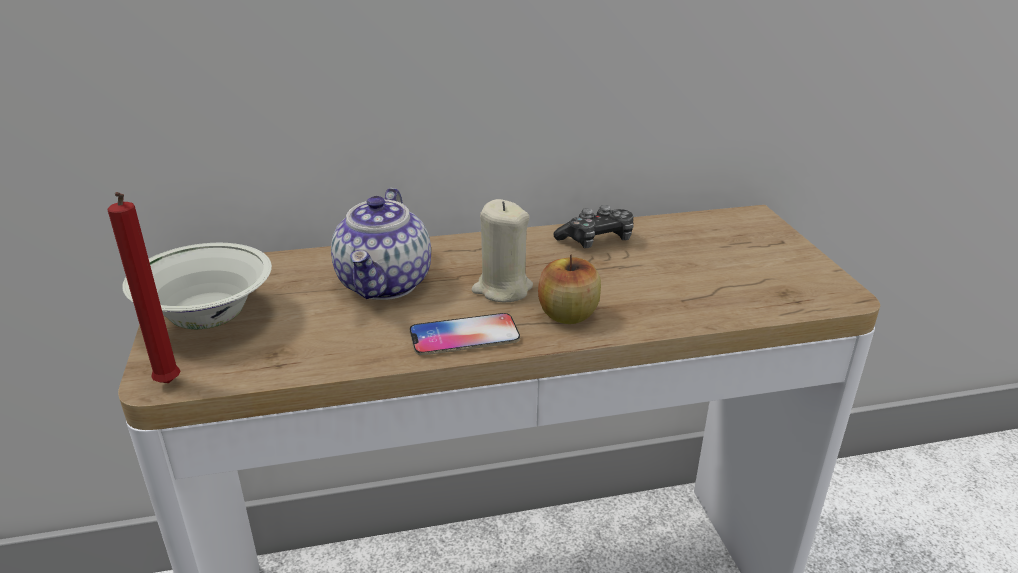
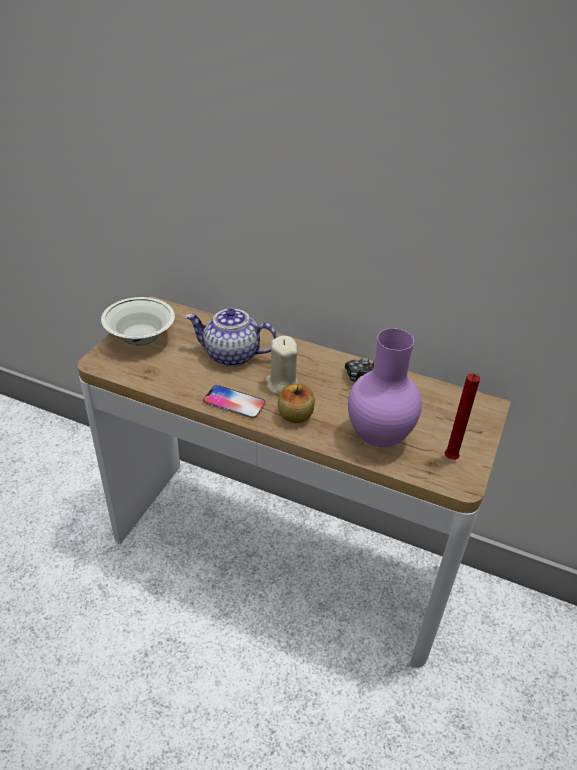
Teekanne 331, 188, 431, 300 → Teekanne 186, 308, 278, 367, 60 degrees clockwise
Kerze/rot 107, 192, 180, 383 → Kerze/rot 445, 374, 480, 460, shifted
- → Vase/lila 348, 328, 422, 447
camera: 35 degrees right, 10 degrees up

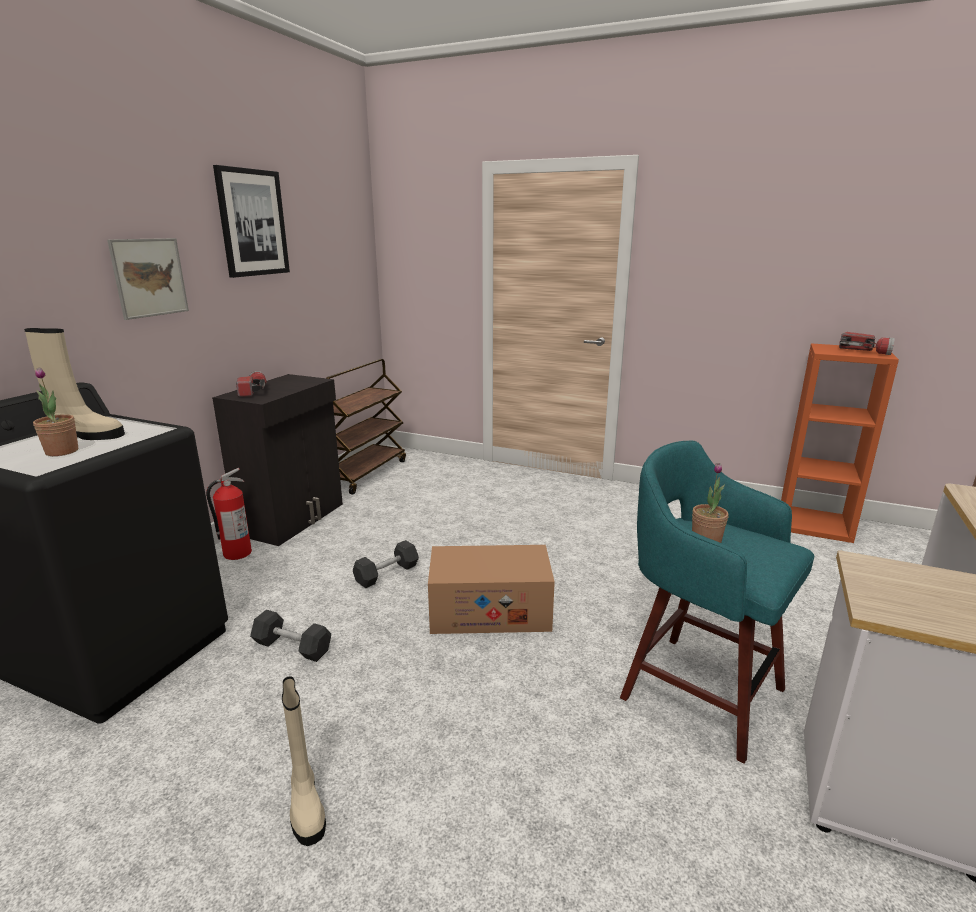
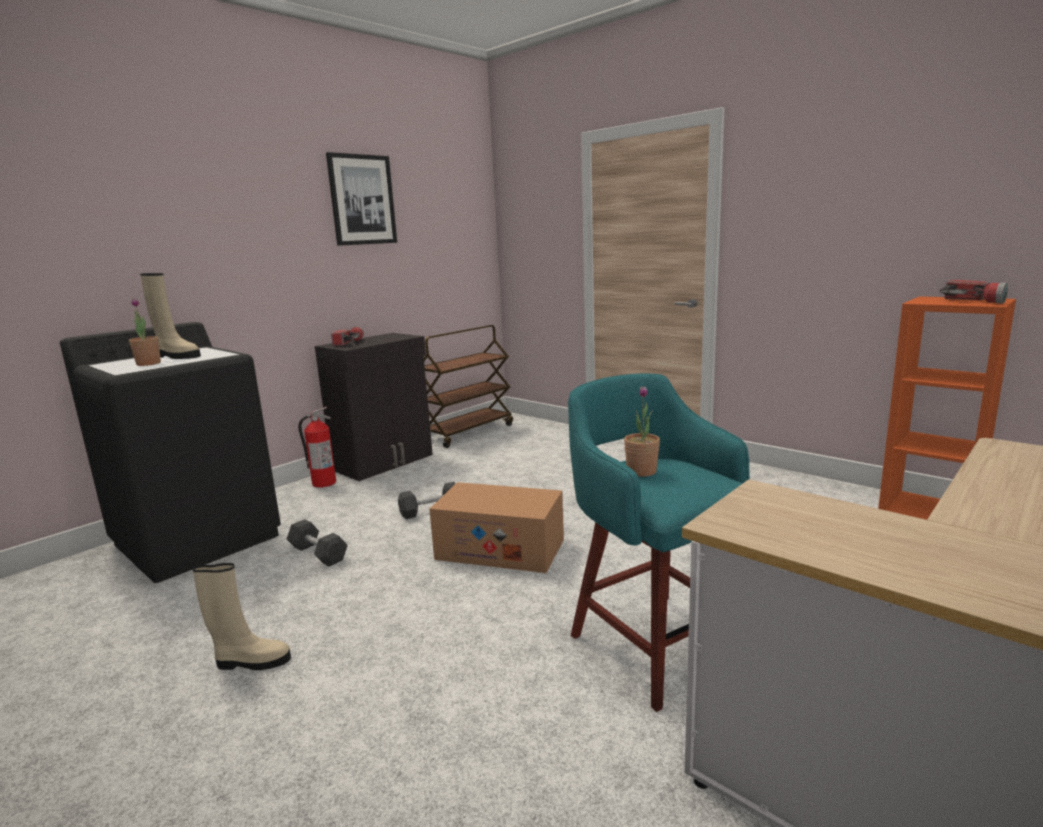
Bild 107, 238, 189, 320 → -
Stiefel/beige 282, 676, 326, 846 → Stiefel/beige 193, 563, 291, 670, 90 degrees counterclockwise
camera: 20 degrees right, 5 degrees down

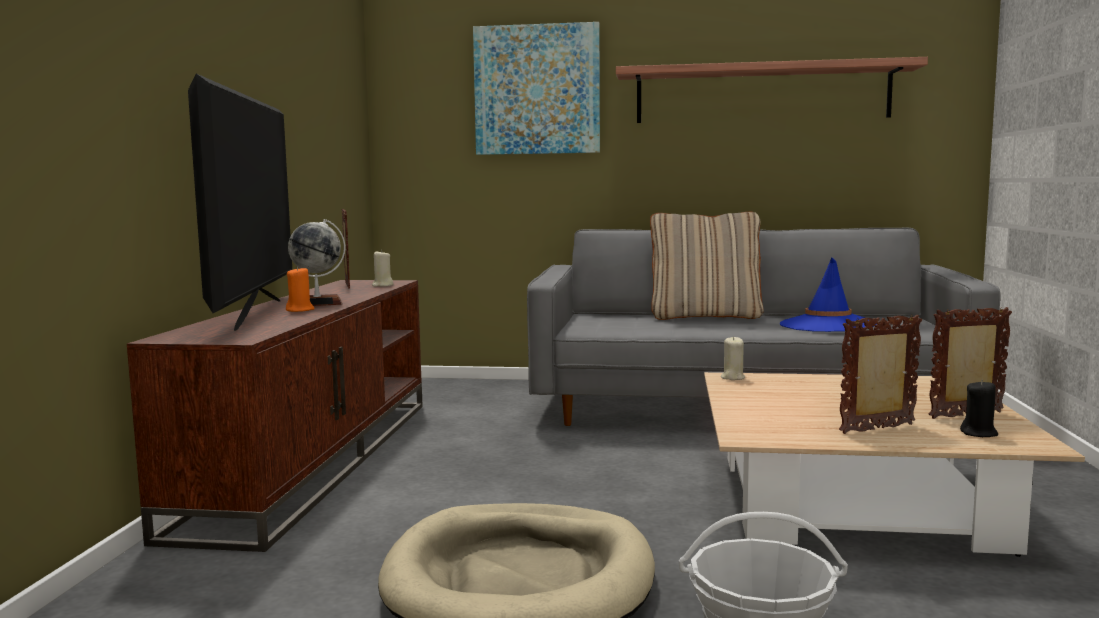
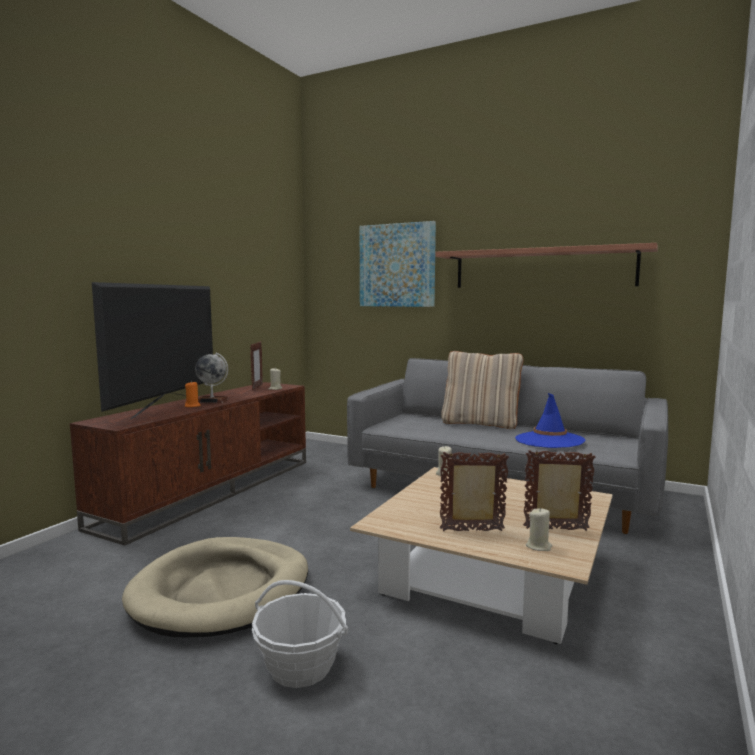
Kerze/schwarz 960, 380, 998, 437 → Kerze/beige 526, 508, 552, 551
camera: 20 degrees right, 0 degrees up

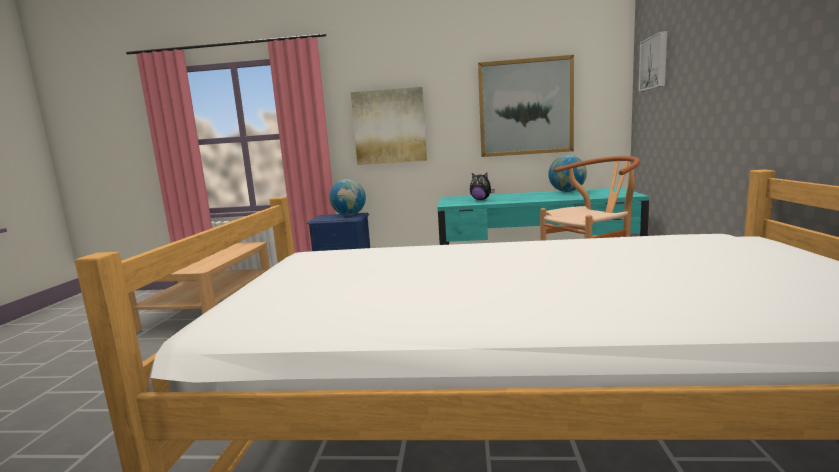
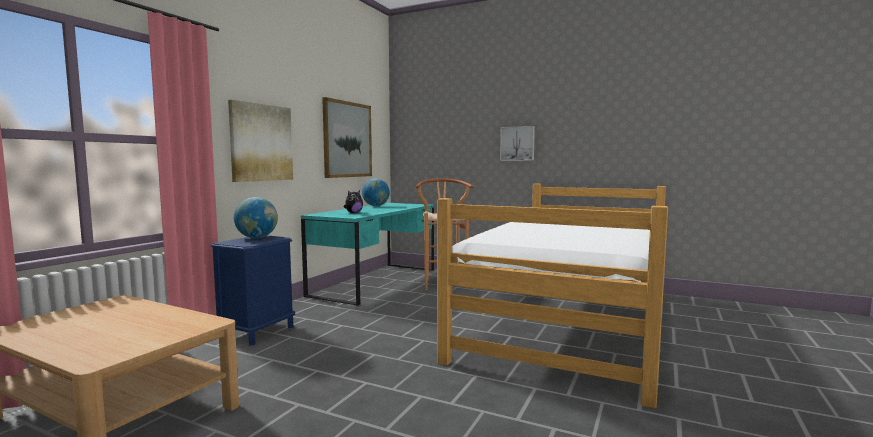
Bild 638, 31, 667, 92 → Bild 500, 126, 535, 161, shifted
camera: 70 degrees left, 5 degrees down

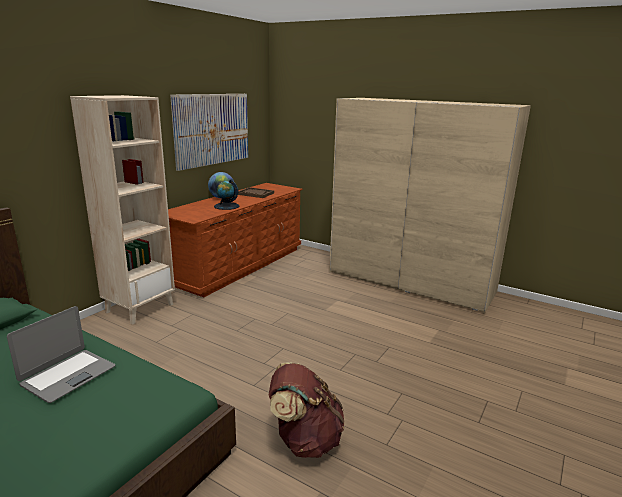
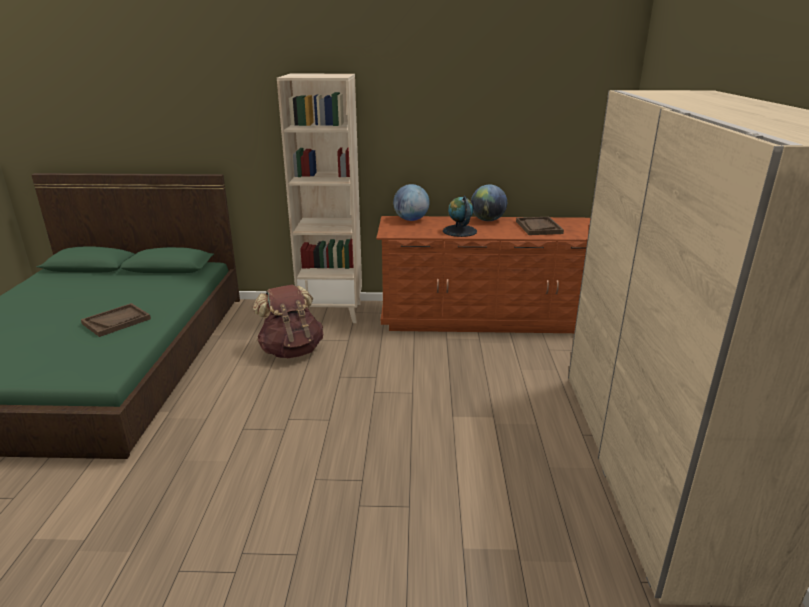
Bild 170, 94, 248, 171 → -
Laptop 7, 306, 116, 403 → Tablett/braun 81, 303, 151, 337
Rucksack/braun 269, 362, 344, 458 → Rucksack/braun 253, 285, 323, 358, shifted
- → Globus 393, 184, 430, 221
camera: 60 degrees right, 5 degrees up

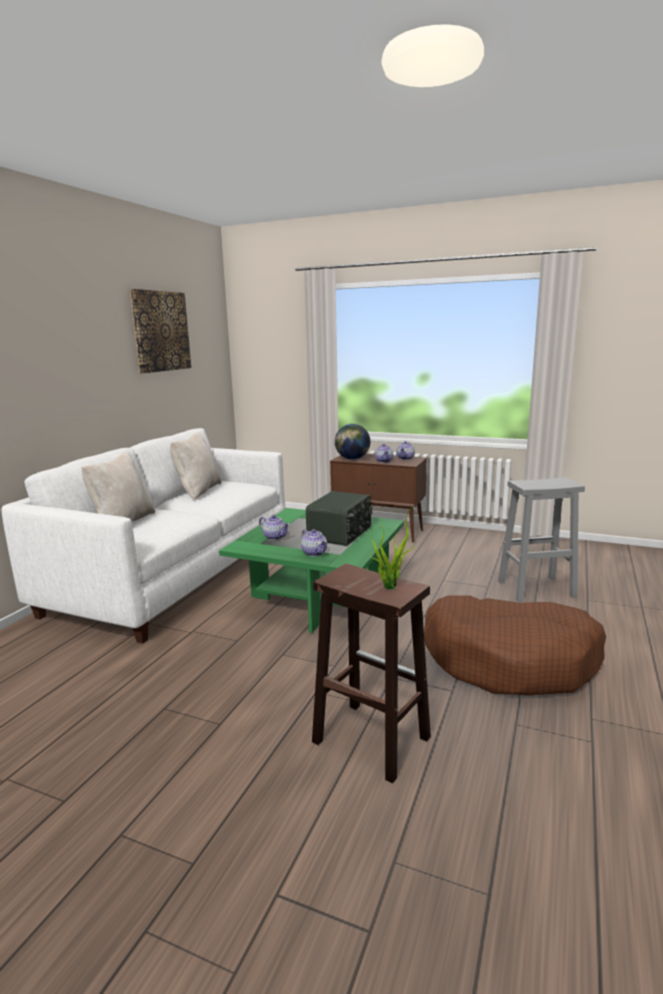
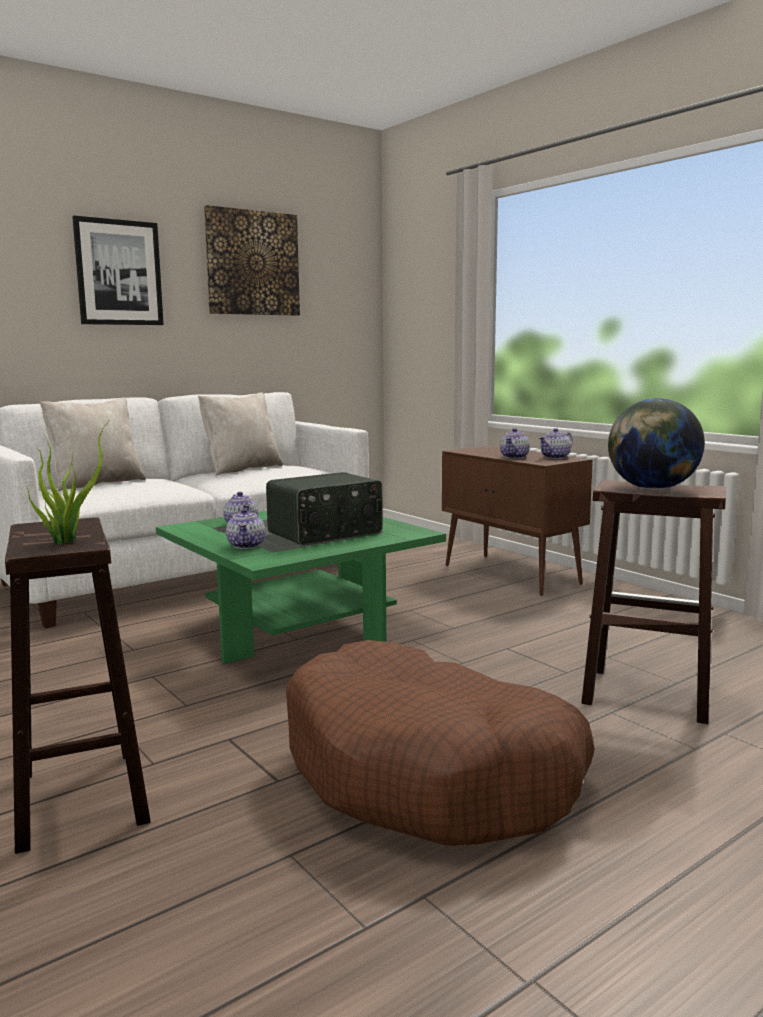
Globus 335, 424, 370, 460 → Globus 608, 398, 705, 490, shifted
Hocker/grau 498, 477, 585, 602 → Hocker/braun 581, 480, 726, 724
- → Bild 72, 216, 164, 325
camera: 30 degrees right, 5 degrees down

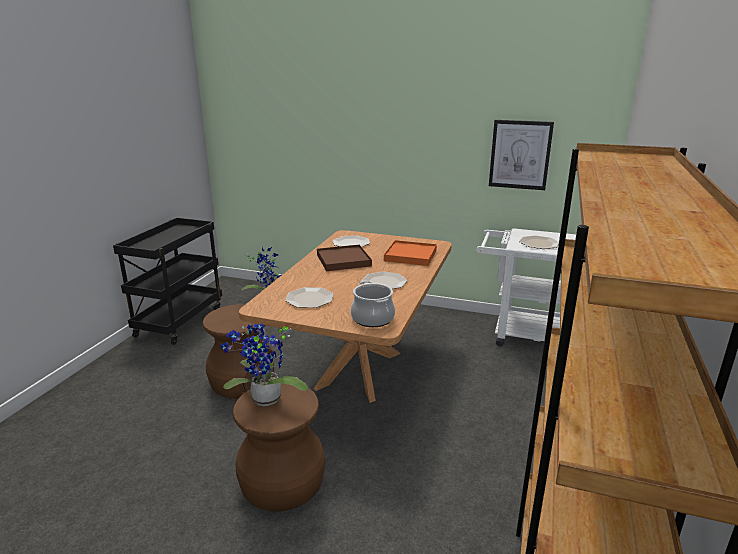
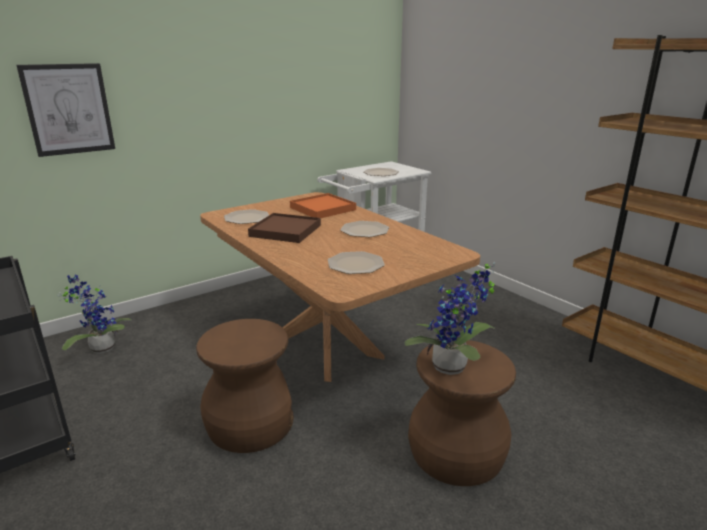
Bild 489, 120, 554, 190 → Bild 16, 63, 115, 157, shifted
Kochtopf 351, 281, 395, 327 → -
camera: 55 degrees left, 0 degrees up

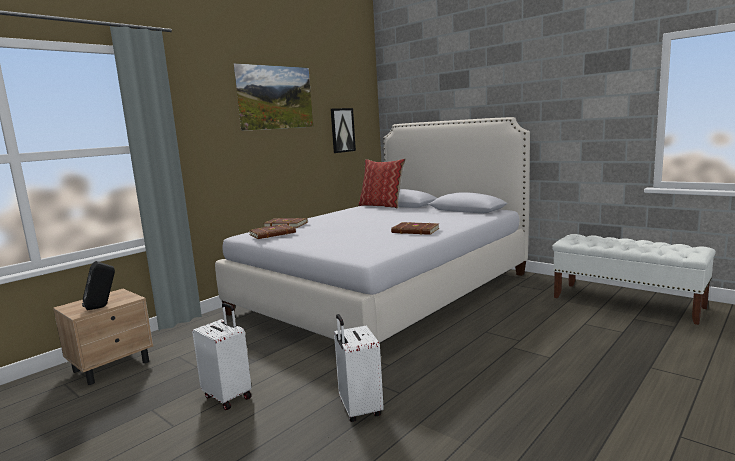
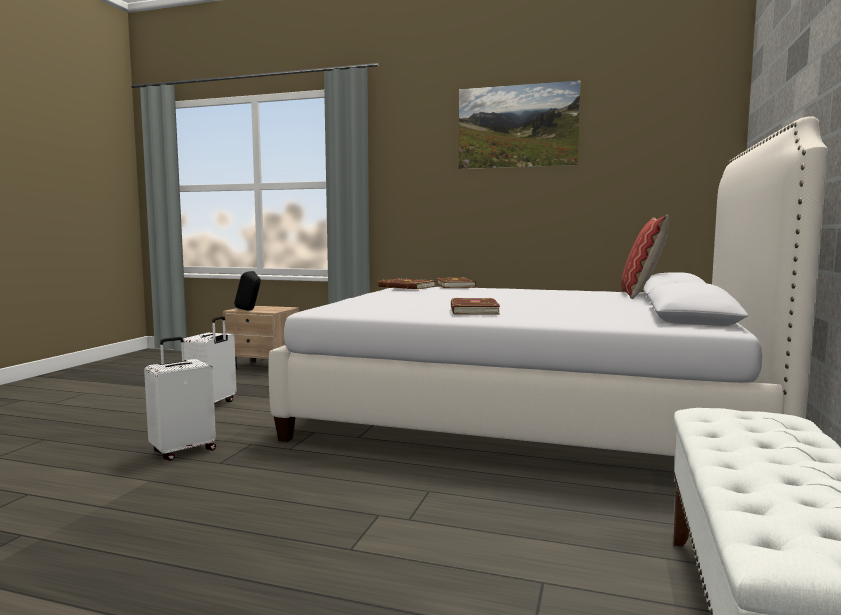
Bild 330, 108, 356, 153 → -
camera: 65 degrees right, 5 degrees down

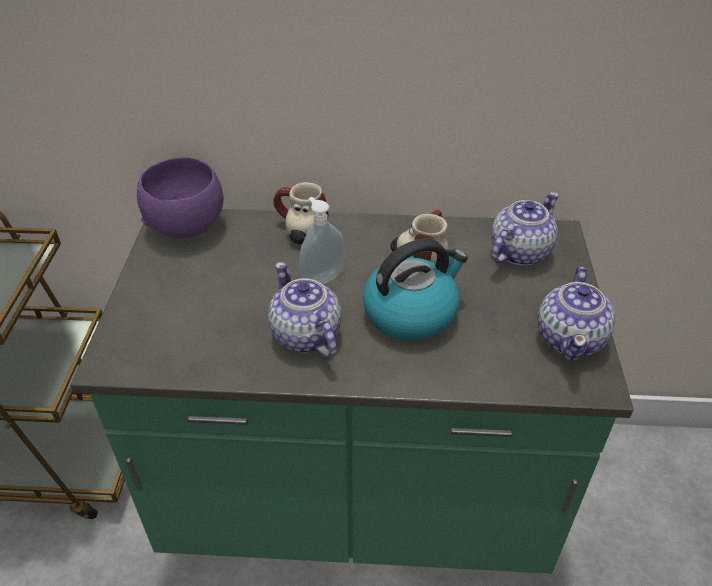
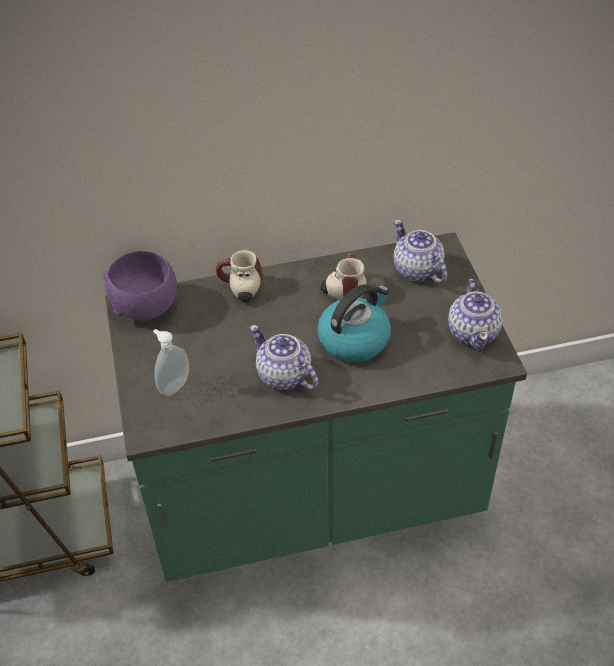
Teekanne 491, 192, 559, 266 → Teekanne 393, 220, 447, 283, 60 degrees counterclockwise
Seifenspender 299, 197, 345, 285 → Seifenspender 153, 329, 189, 396, shifted
camera: 15 degrees left, 5 degrees up

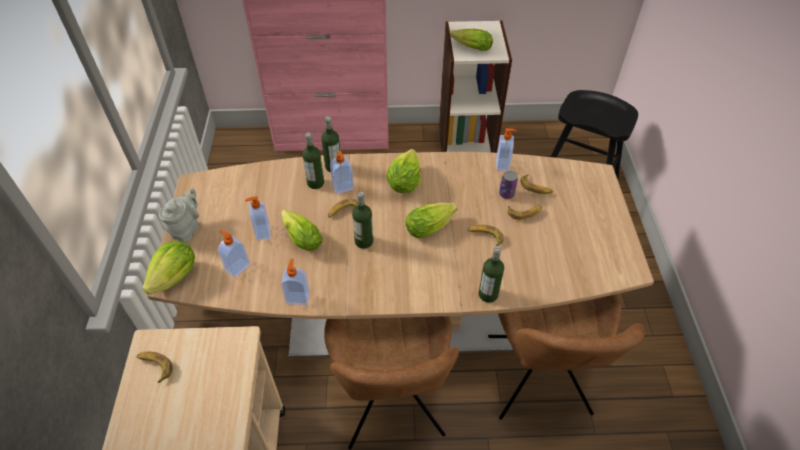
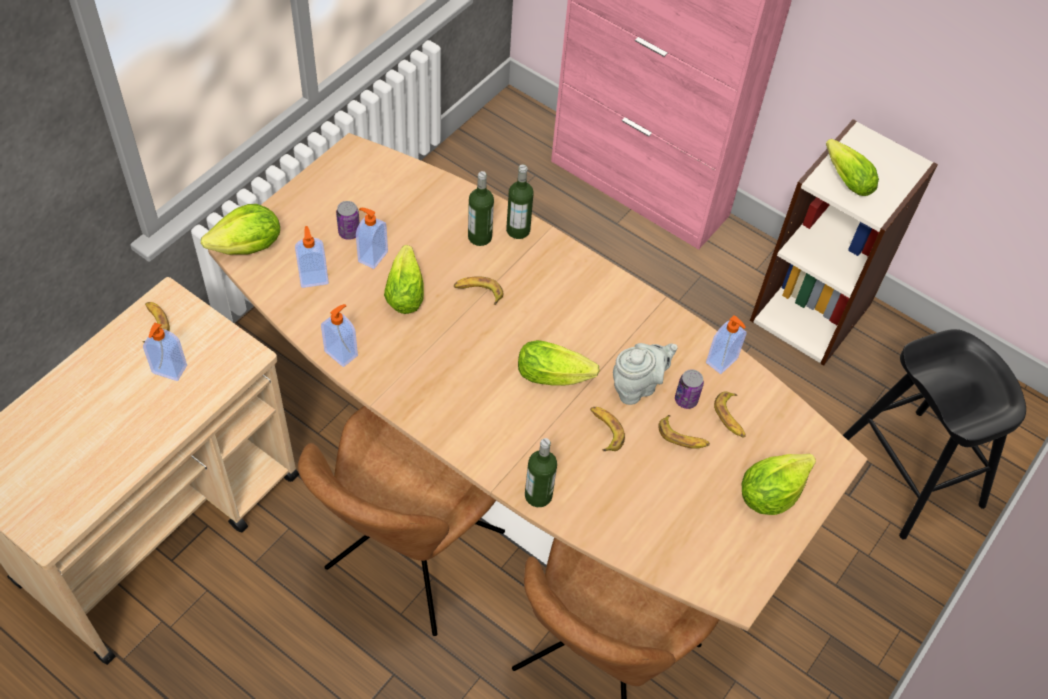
Salatkopf 386, 149, 421, 193 → Salatkopf 742, 454, 816, 515, shifted
Seifenspender 330, 151, 354, 194 → Seifenspender 143, 323, 187, 381, shifted
Teekanne/grau 159, 188, 199, 243 → Teekanne/grau 613, 343, 678, 405, shifted
Flasche 352, 192, 373, 249 → -
- → Dose 336, 201, 360, 240
camera: 35 degrees right, 5 degrees up

